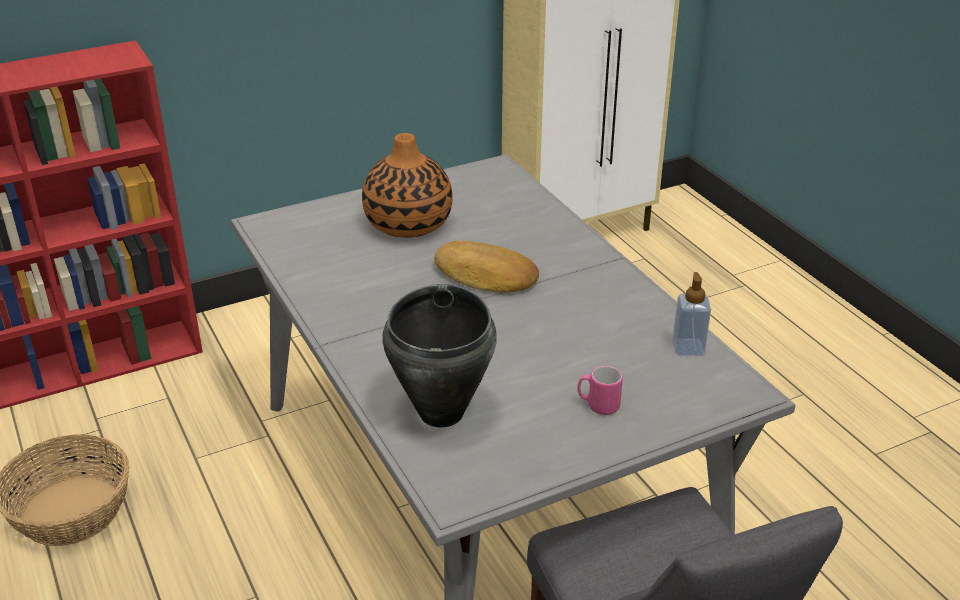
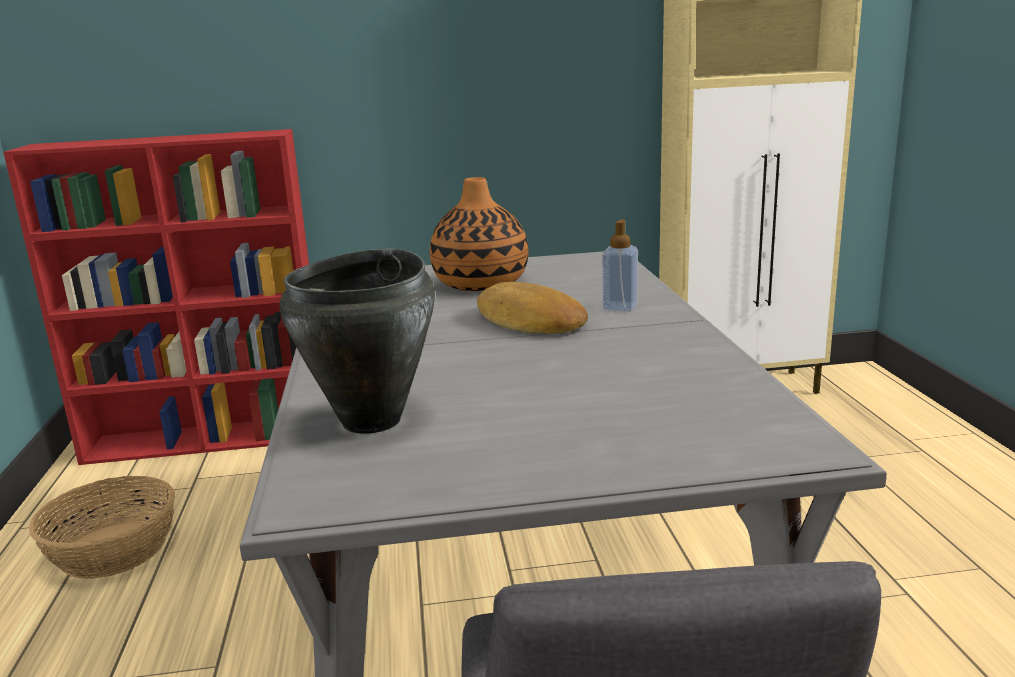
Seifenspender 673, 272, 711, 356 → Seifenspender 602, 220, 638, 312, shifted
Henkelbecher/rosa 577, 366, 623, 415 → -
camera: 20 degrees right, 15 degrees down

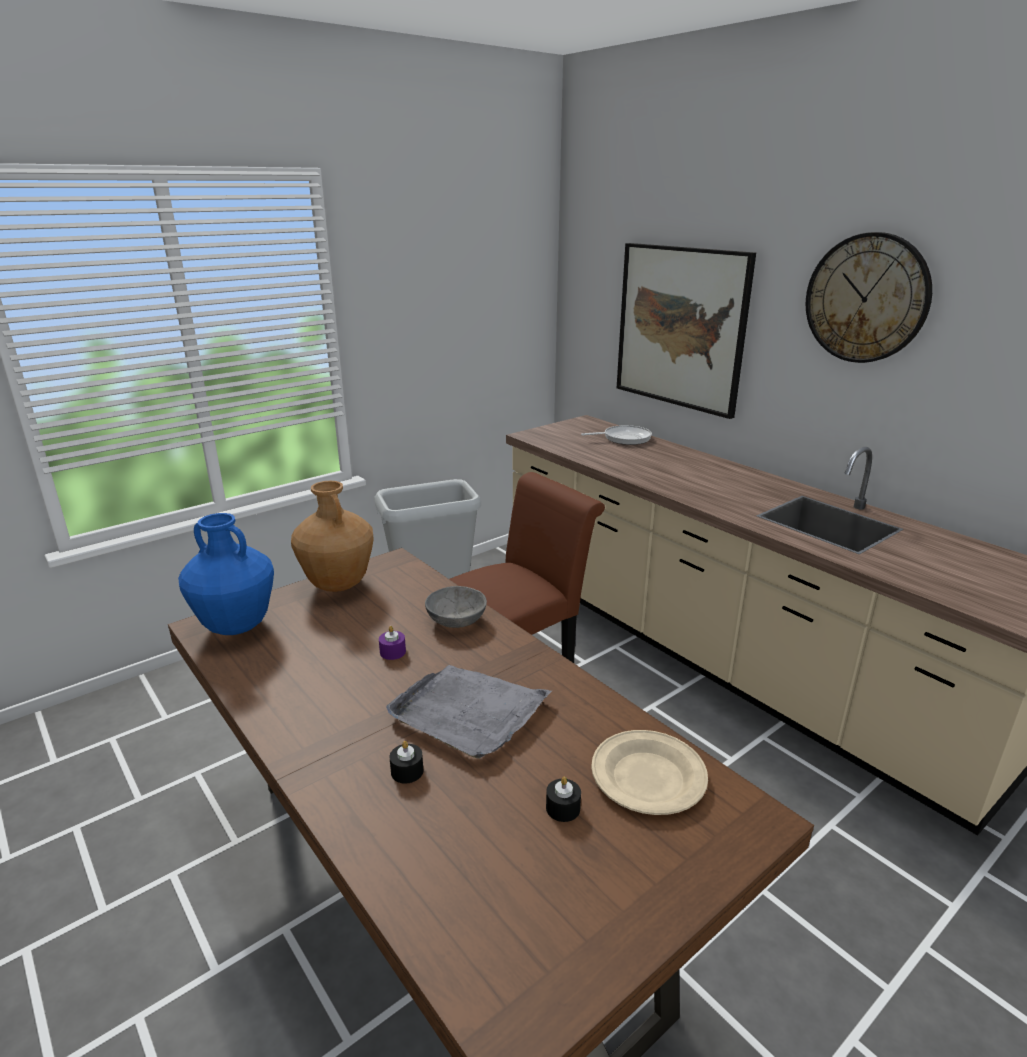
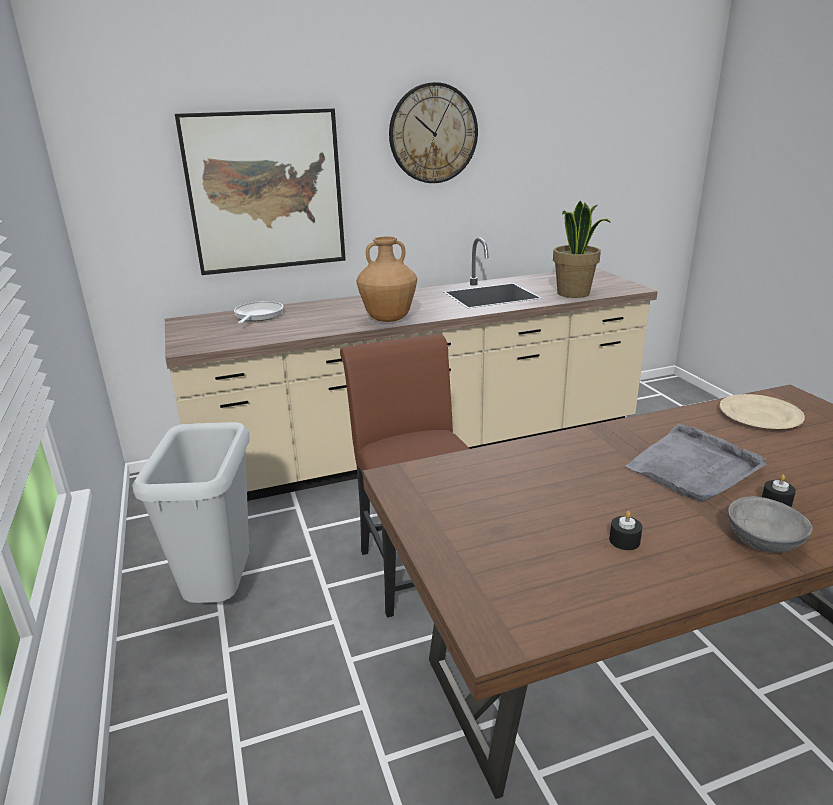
Vase/braun 291, 481, 374, 592 → Vase/braun 356, 236, 417, 322, shifted
Vase/blau 178, 513, 274, 635 → -
Schüssel/grau 425, 586, 487, 628 → Schüssel/grau 728, 496, 813, 553, shifted
Kerze/lila 379, 626, 406, 660 → -
Kerze/schwarz 546, 777, 581, 822 → Kerze/schwarz 609, 511, 643, 550, shifted
- → Topfpflanze 553, 201, 611, 298
camera: 70 degrees left, 0 degrees up

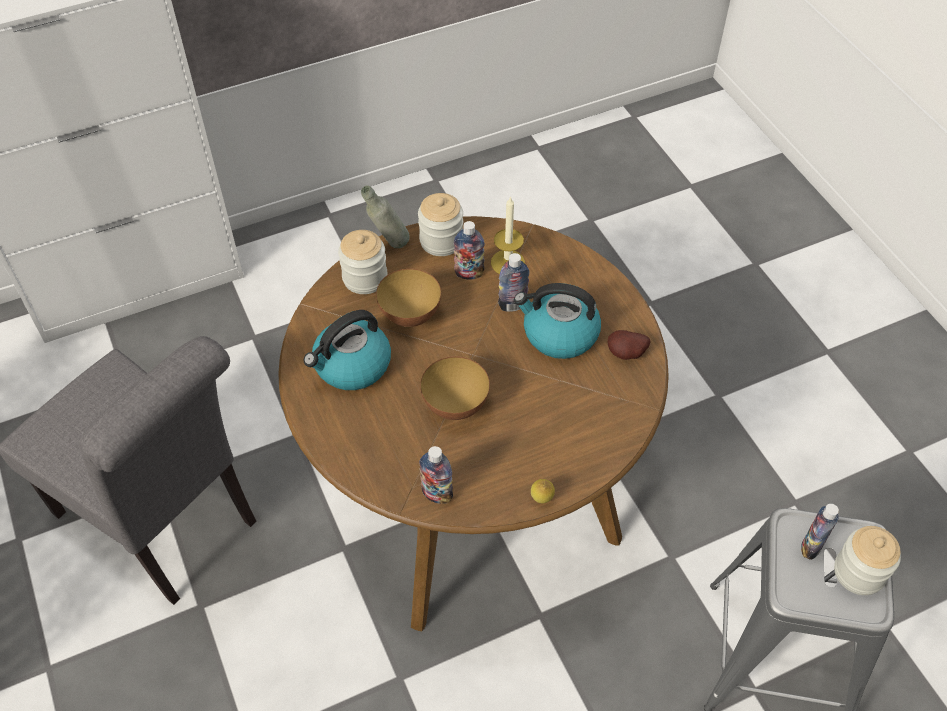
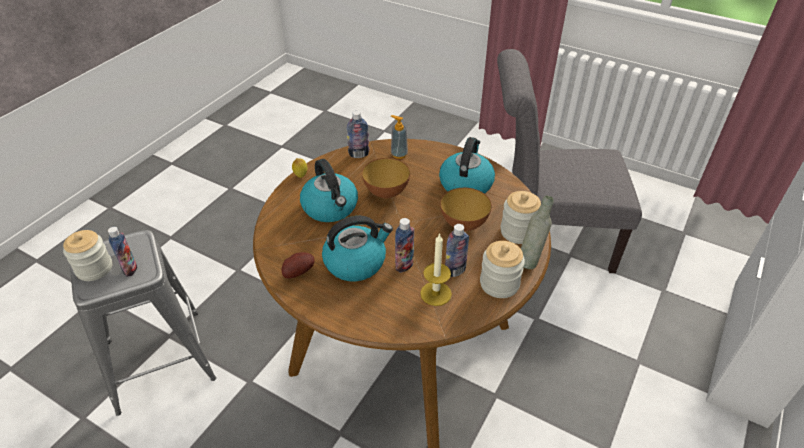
- → Seifenspender 391, 115, 408, 159
- → Wasserkessel 300, 159, 358, 222
camera: 145 degrees right, 10 degrees down

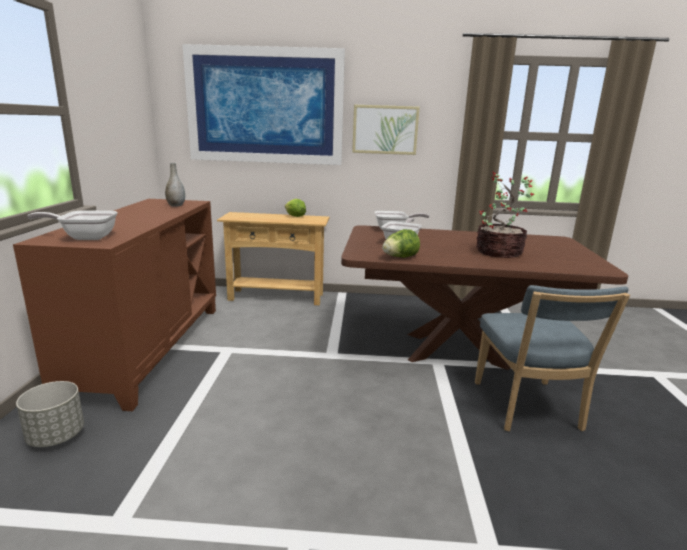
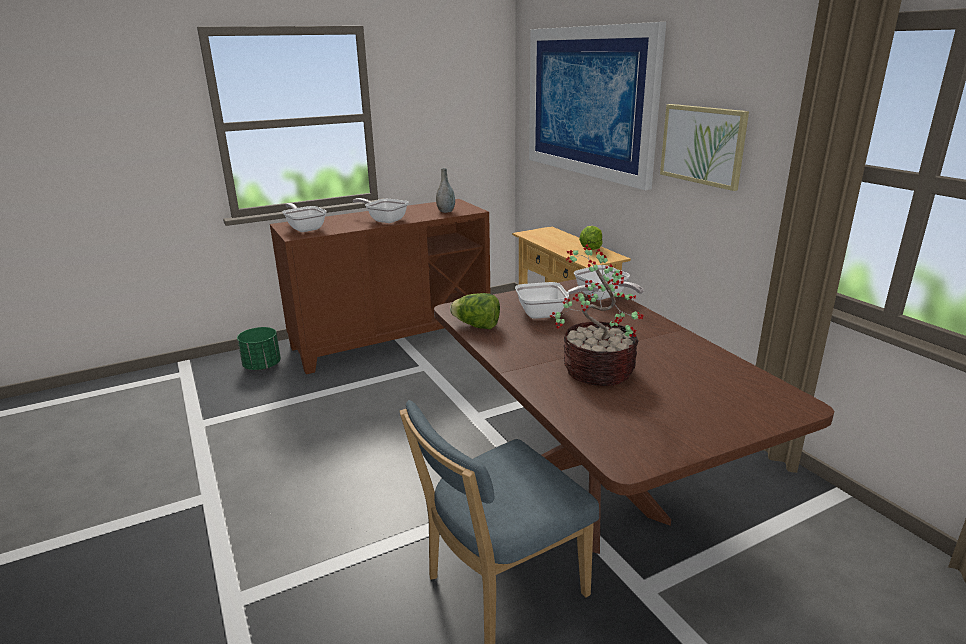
Pflanzkübel/grau 16, 381, 84, 447 → Pflanzkübel/grün 237, 327, 281, 370
- → Pfanne 353, 198, 409, 223
camera: 60 degrees right, 5 degrees up

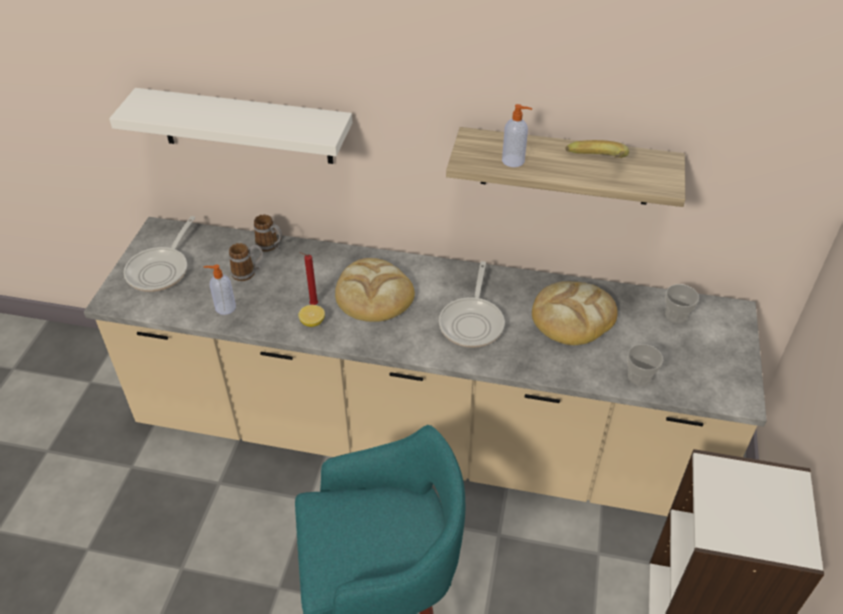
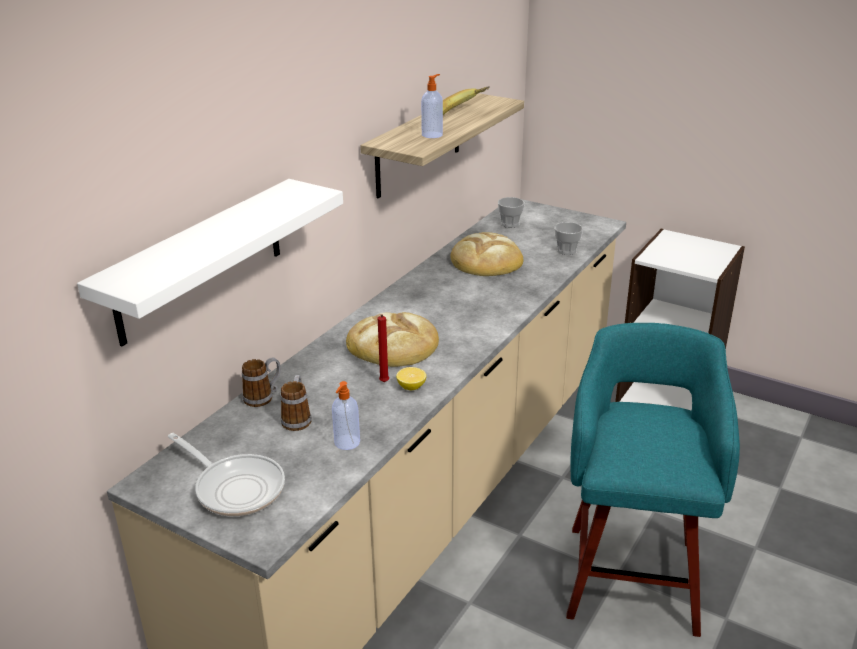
Pfanne 439, 261, 505, 348 → -
camera: 70 degrees left, 15 degrees down

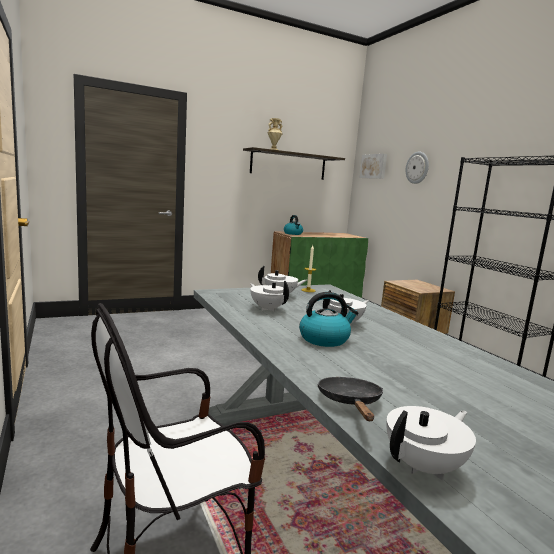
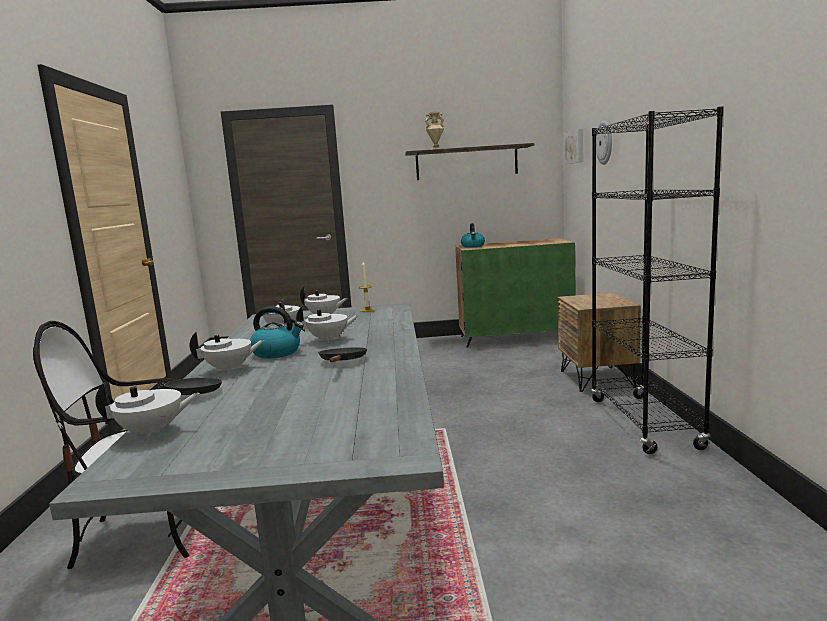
- → Teekanne/weiß 189, 331, 265, 373
- → Pfanne/schwarz 318, 347, 367, 362
camera: 25 degrees right, 0 degrees up

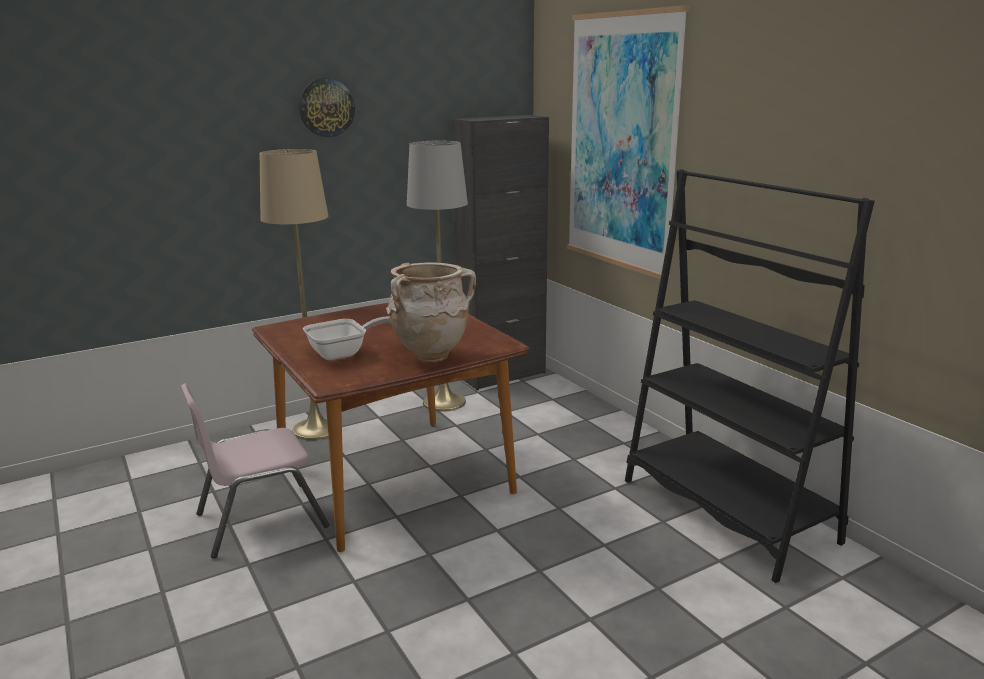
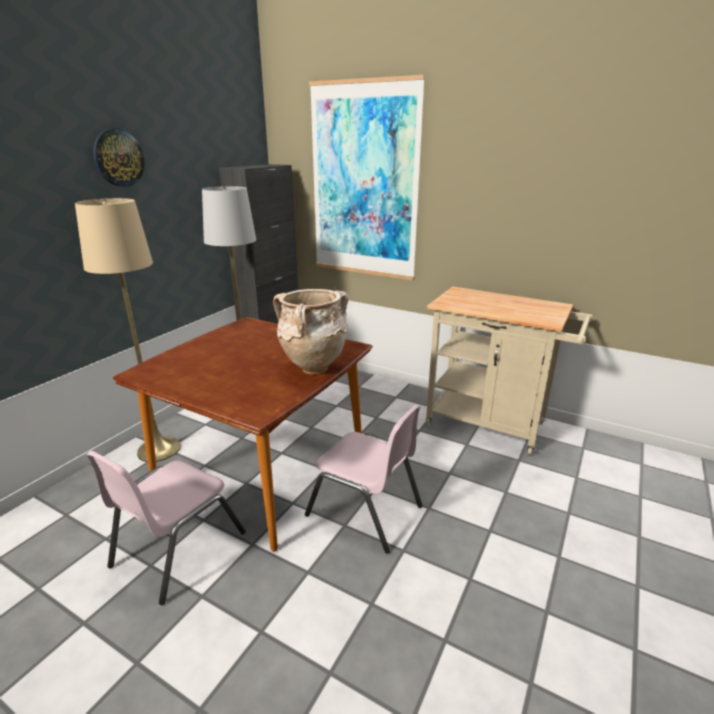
Bücherregal/schwarz 625, 169, 875, 583 → Rollwagen/beige 426, 286, 593, 455
Pfanne 303, 316, 391, 360 → -
- → Stuhl/rosa 305, 404, 423, 553
camera: 30 degrees left, 5 degrees up

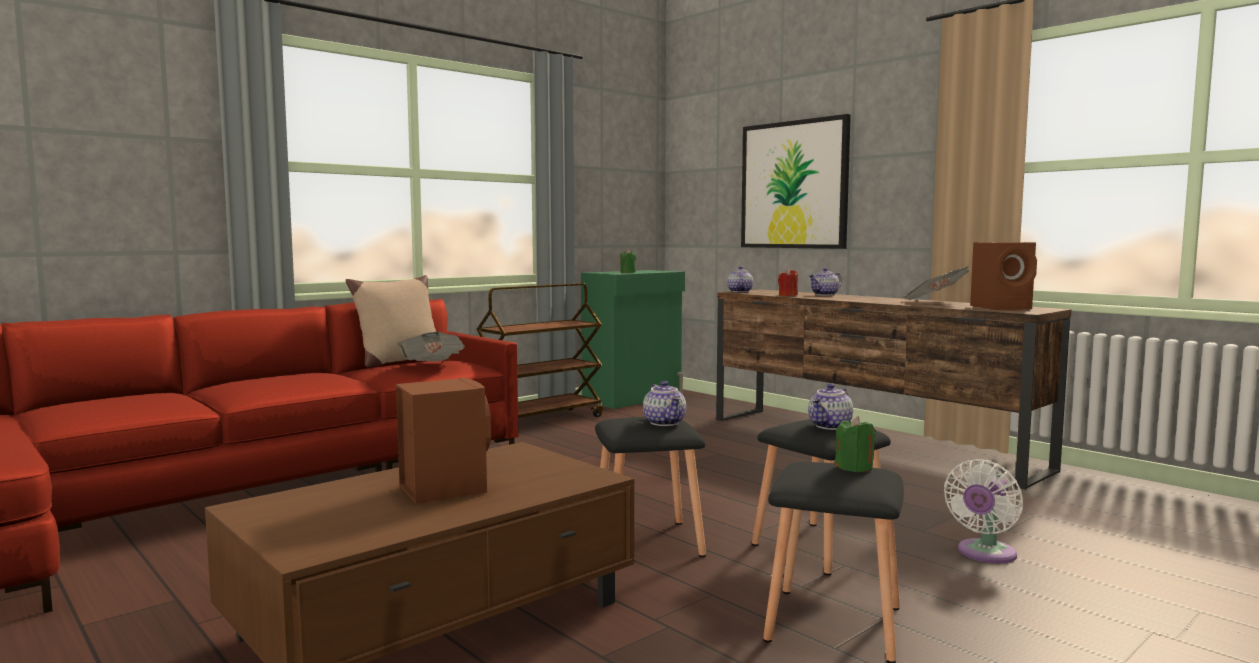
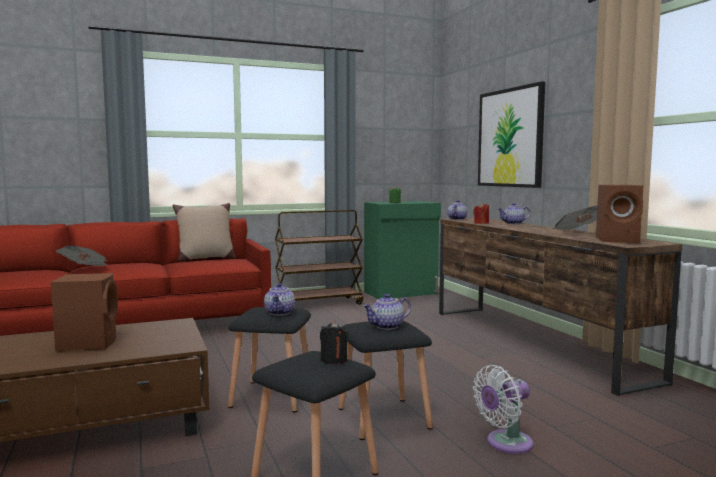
Zeitung 397, 332, 465, 362 → Zeitung 56, 246, 107, 266, shifted
Kerze/grün 835, 416, 876, 472 → Kerze/schwarz 320, 321, 348, 364
camera: 20 degrees right, 0 degrees up

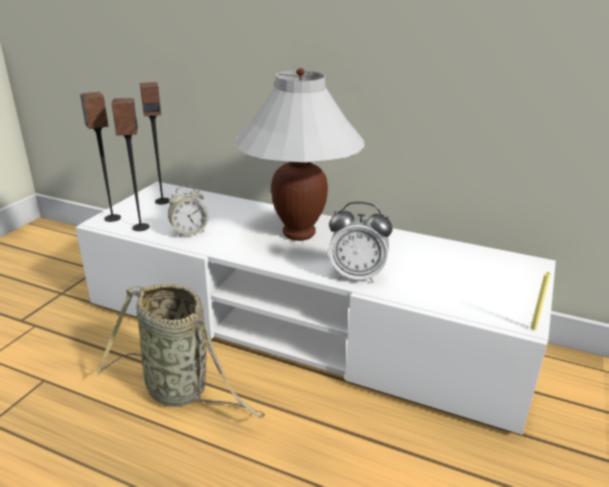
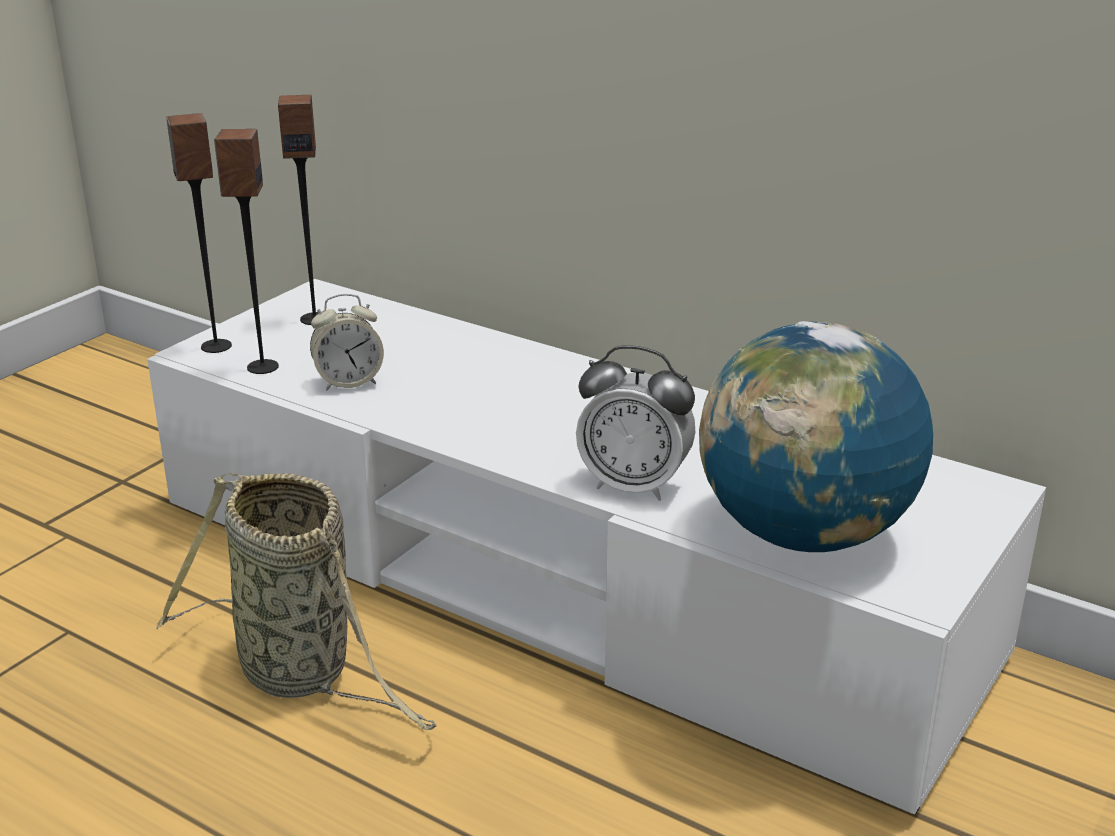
Tischlampe/weiß 234, 68, 365, 241 → -
Kerze/gelb 530, 272, 551, 330 → -
- → Globus 699, 321, 933, 552
camera: 10 degrees right, 0 degrees up

